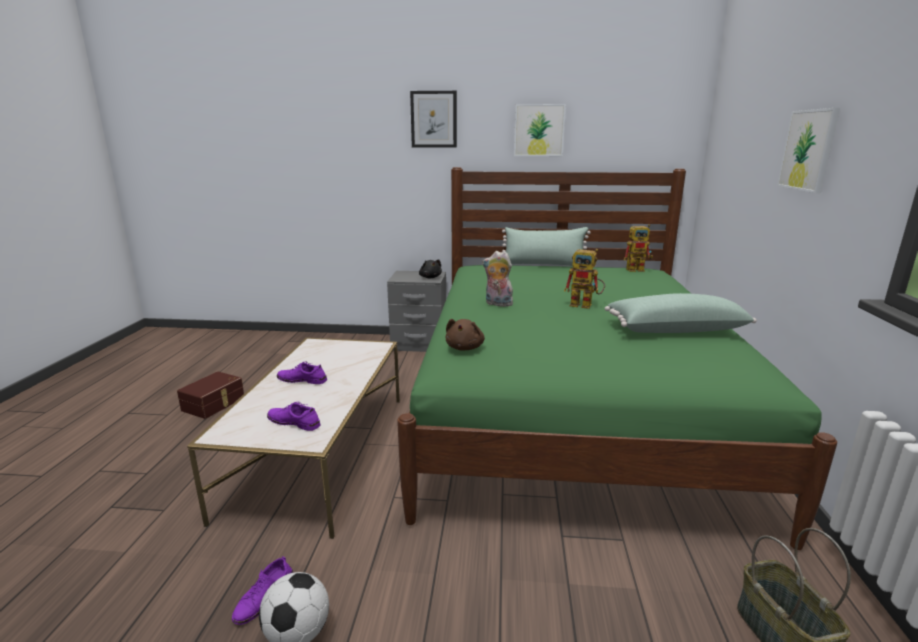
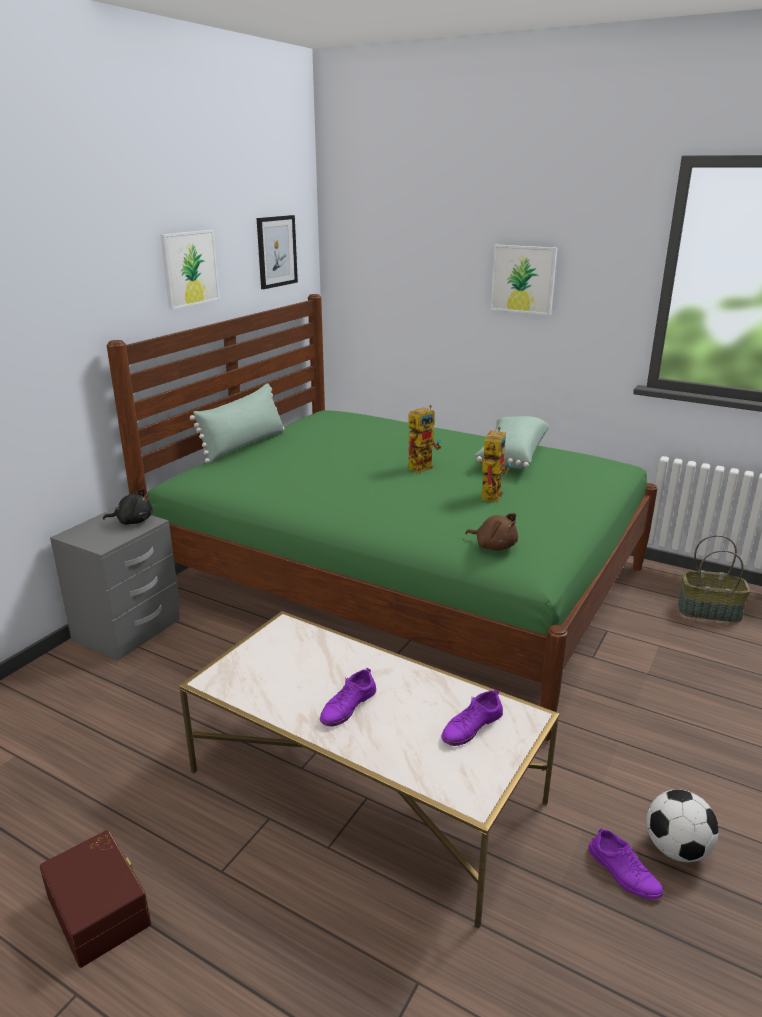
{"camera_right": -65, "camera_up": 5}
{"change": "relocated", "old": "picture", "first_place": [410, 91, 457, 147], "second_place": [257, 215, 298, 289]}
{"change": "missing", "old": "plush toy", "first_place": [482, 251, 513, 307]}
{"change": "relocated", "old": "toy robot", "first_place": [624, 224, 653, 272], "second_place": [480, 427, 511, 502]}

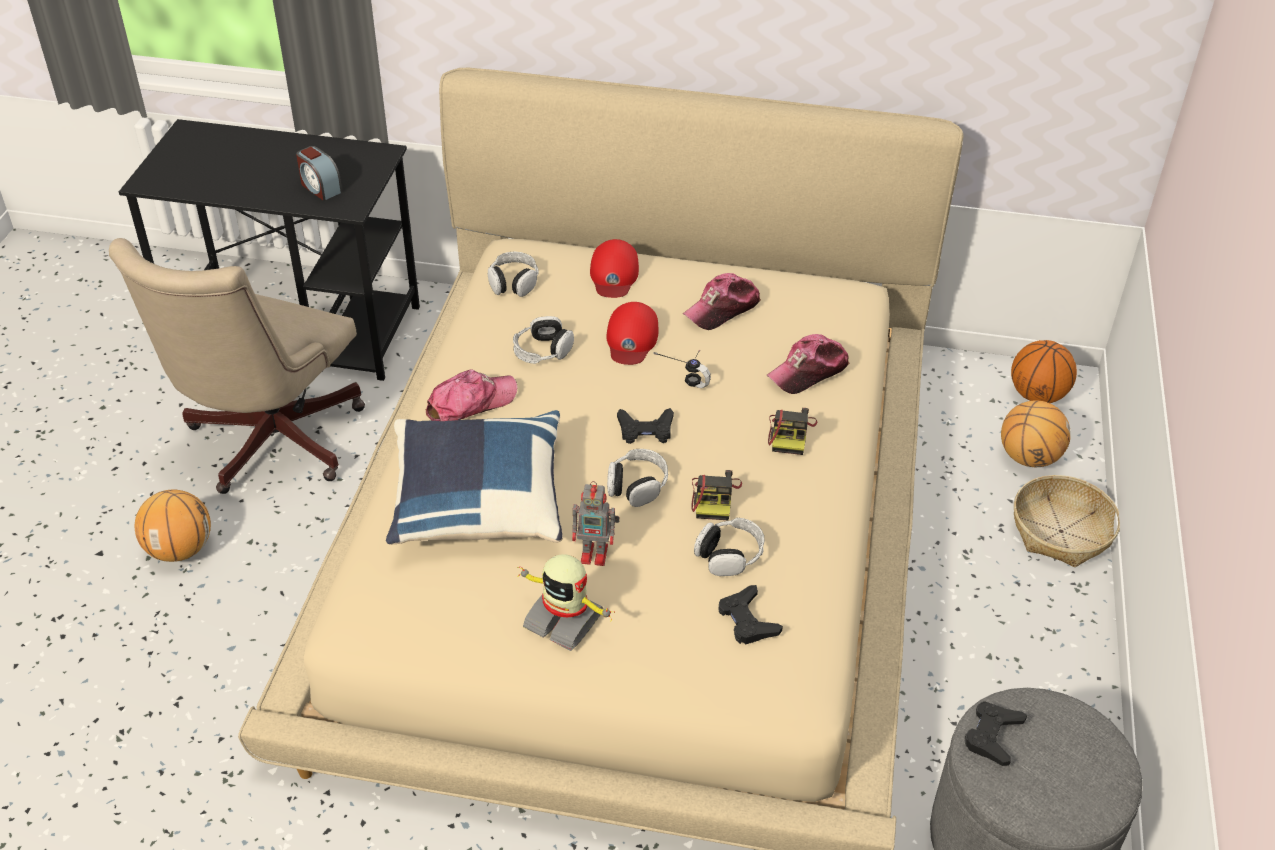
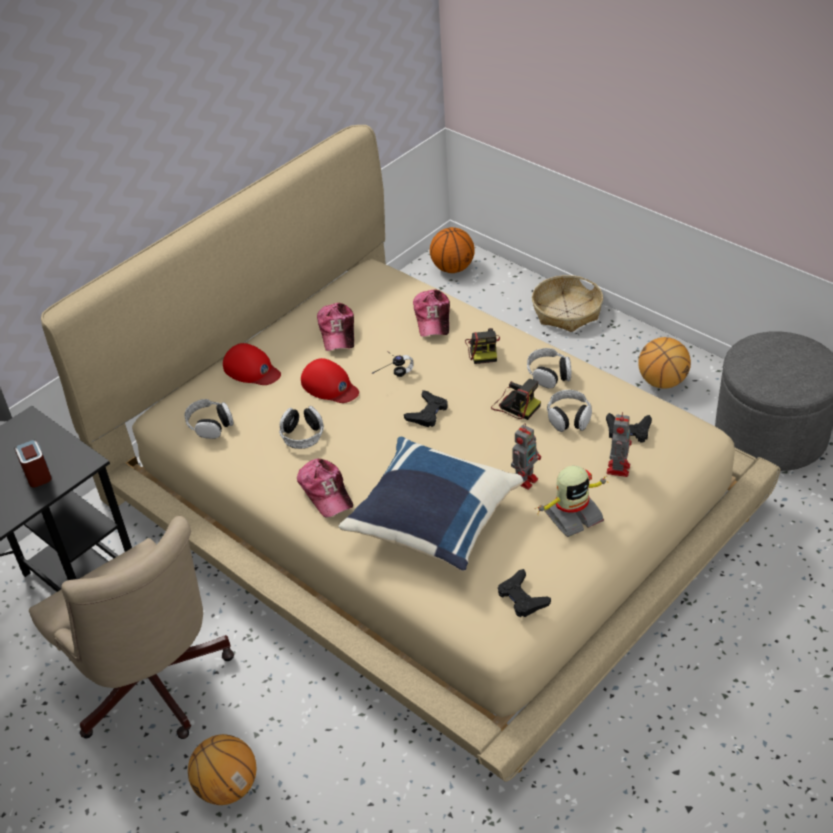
{"camera_right": -55, "camera_up": 0}
{"change": "spun", "old": "alarm clock", "first_place": [296, 146, 342, 201], "second_place": [14, 439, 51, 488], "degrees": -105}
{"change": "spun", "old": "cap", "first_place": [426, 369, 517, 421], "second_place": [297, 459, 353, 518], "degrees": 150}
{"change": "relocated", "old": "headphones", "first_place": [607, 449, 668, 507], "second_place": [527, 348, 571, 389]}
{"change": "spun", "old": "photo camera", "first_place": [768, 408, 817, 455], "second_place": [465, 328, 500, 364], "degrees": 45}
{"change": "relocated", "old": "game controller (black)", "first_place": [964, 701, 1027, 766], "second_place": [498, 569, 551, 617]}
{"change": "relocated", "old": "basketball", "first_place": [1001, 401, 1071, 467], "second_place": [638, 337, 691, 389]}
{"change": "appeared", "new": "toy robot", "second_place": [607, 412, 632, 477]}

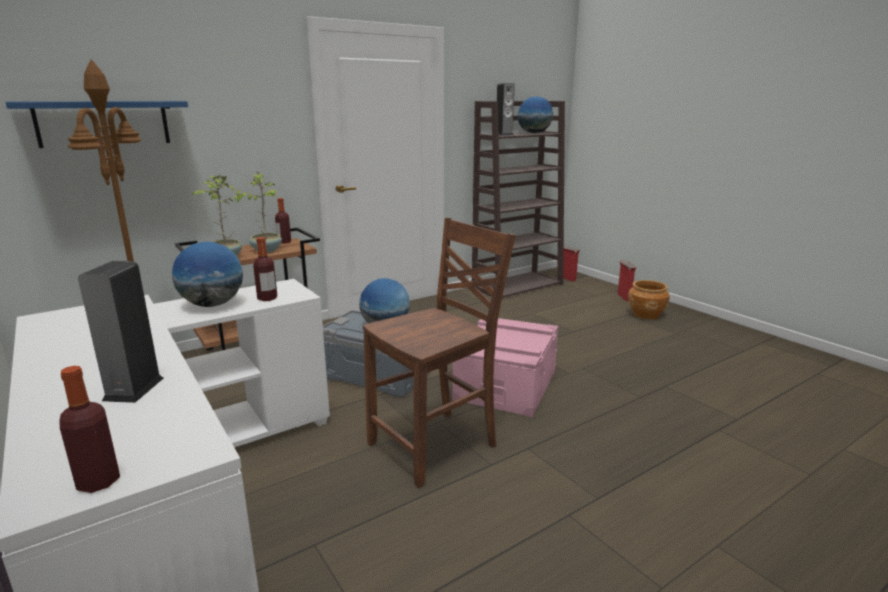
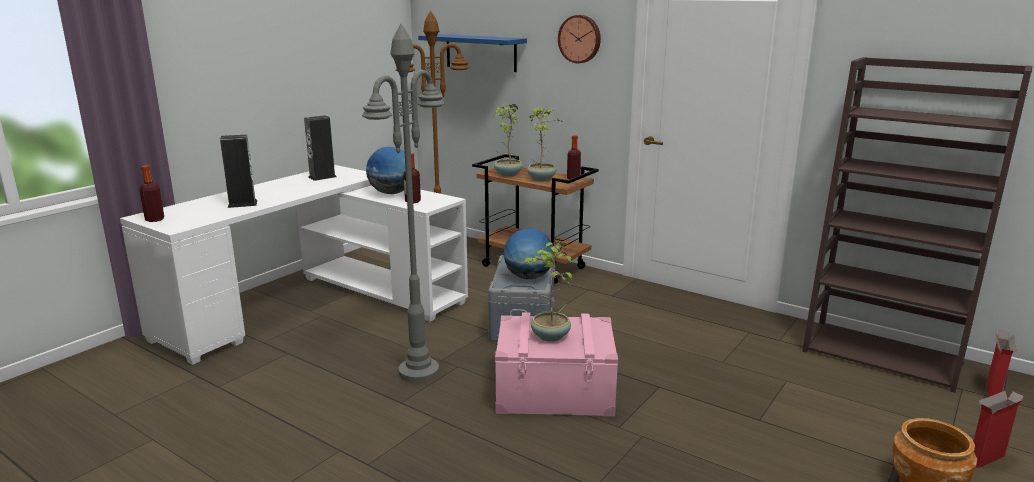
{"camera_right": 70, "camera_up": 0}
{"change": "exchanged", "old": "chair (brown)", "new": "floor lamp (grey)", "first_place": [363, 218, 516, 488], "second_place": [362, 24, 445, 383]}
{"change": "relocated", "old": "speaker", "first_place": [497, 83, 515, 136], "second_place": [304, 115, 337, 181]}
{"change": "missing", "old": "globe", "first_place": [517, 96, 553, 134]}
{"change": "appeared", "new": "potted plant", "second_place": [523, 240, 572, 342]}
{"change": "appeared", "new": "wall clock", "second_place": [558, 15, 601, 63]}

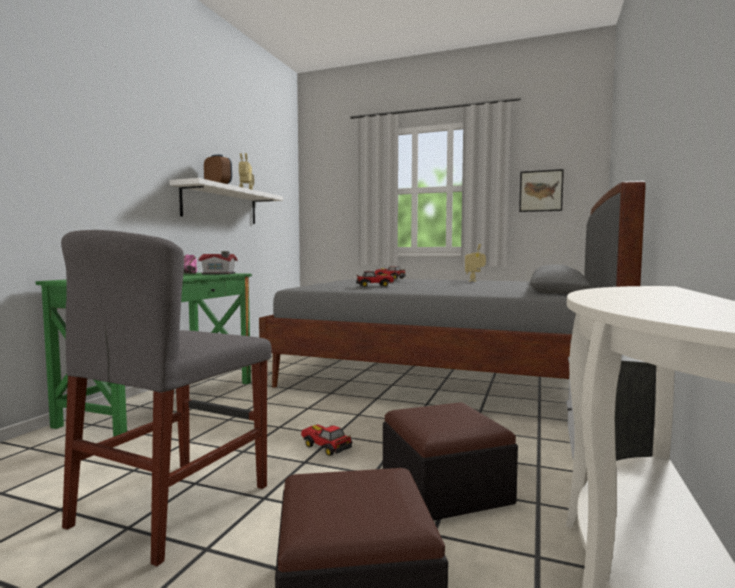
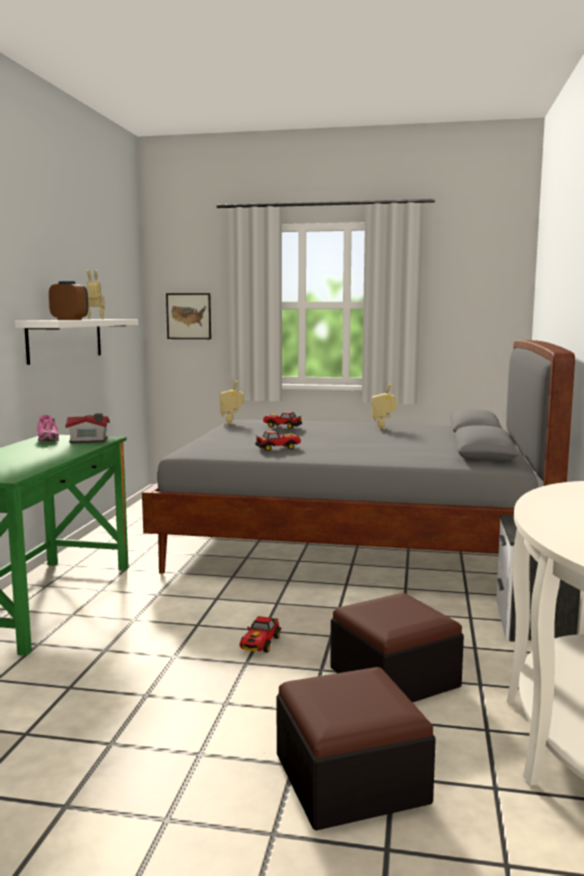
{"camera_right": -10, "camera_up": 5}
{"change": "missing", "old": "chair (grey)", "first_place": [61, 230, 272, 566]}
{"change": "spun", "old": "toy car", "first_place": [301, 424, 353, 456], "second_place": [240, 616, 282, 653], "degrees": -105}
{"change": "relocated", "old": "picture", "first_place": [519, 169, 564, 212], "second_place": [166, 293, 211, 339]}
{"change": "appeared", "new": "toy robot", "second_place": [220, 380, 244, 424]}

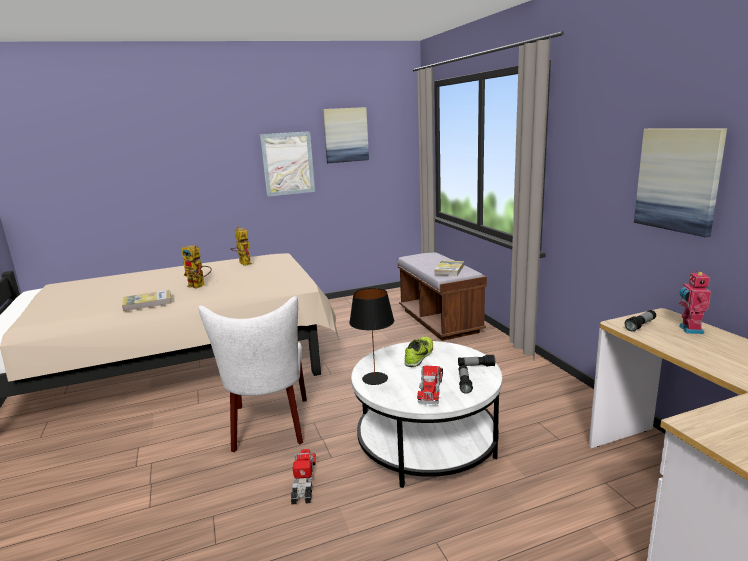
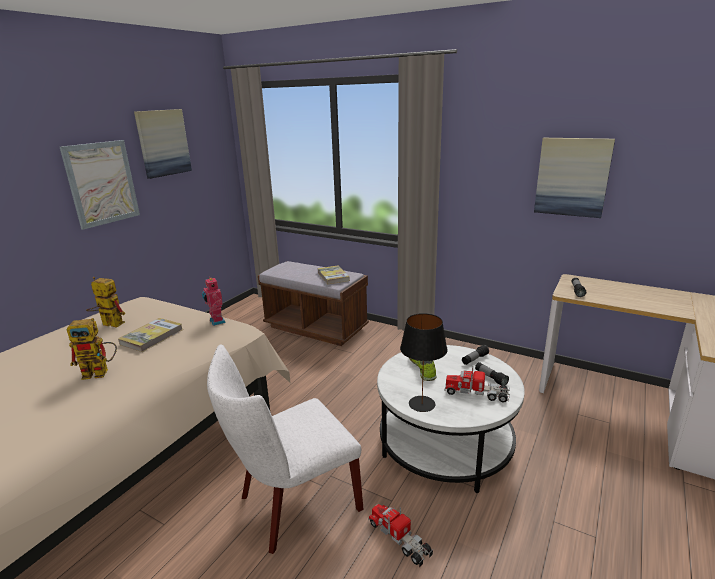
{"camera_right": -40, "camera_up": 5}
{"change": "relocated", "old": "book", "first_place": [122, 290, 172, 312], "second_place": [118, 318, 183, 352]}
{"change": "spun", "old": "chair (white)", "first_place": [198, 296, 307, 452], "second_place": [207, 344, 364, 554], "degrees": 105}
{"change": "spun", "old": "toy truck", "first_place": [417, 365, 443, 405], "second_place": [445, 366, 510, 403], "degrees": 135}
{"change": "relocated", "old": "toy robot", "first_place": [679, 272, 711, 334], "second_place": [202, 277, 226, 326]}

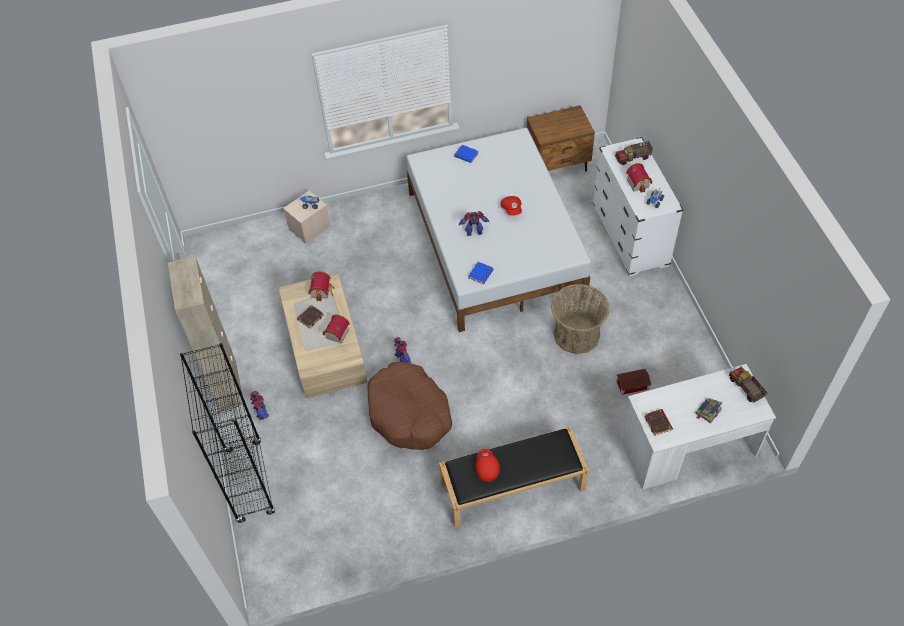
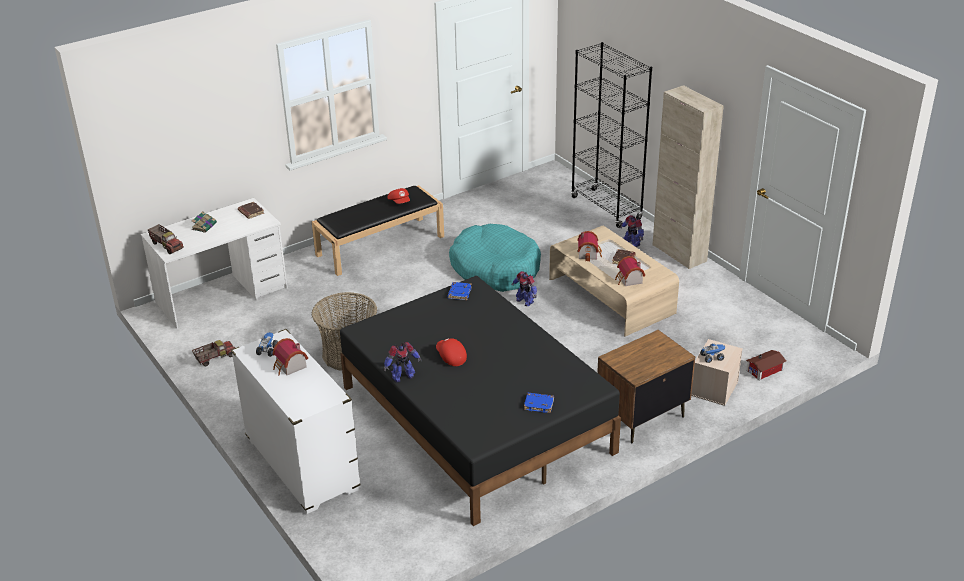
{"camera_right": 160, "camera_up": -20}
{"change": "colour", "old": "dog bed (brown)", "new": "dog bed (turquoise)", "first_place": [368, 362, 452, 450], "second_place": [449, 224, 541, 292]}
{"change": "colour", "old": "bed (white)", "new": "bed (black)", "first_place": [407, 128, 591, 332], "second_place": [340, 276, 621, 526]}
{"change": "relocated", "old": "toy robot", "first_place": [459, 211, 489, 236], "second_place": [384, 342, 422, 382]}
{"change": "relocated", "old": "nightstand (brown)", "first_place": [526, 105, 595, 172], "second_place": [597, 330, 695, 443]}
{"change": "relocated", "old": "toy truck", "first_place": [615, 141, 653, 165], "second_place": [192, 340, 235, 366]}
{"change": "relocated", "old": "toy house", "first_place": [616, 369, 651, 395], "second_place": [746, 350, 786, 380]}

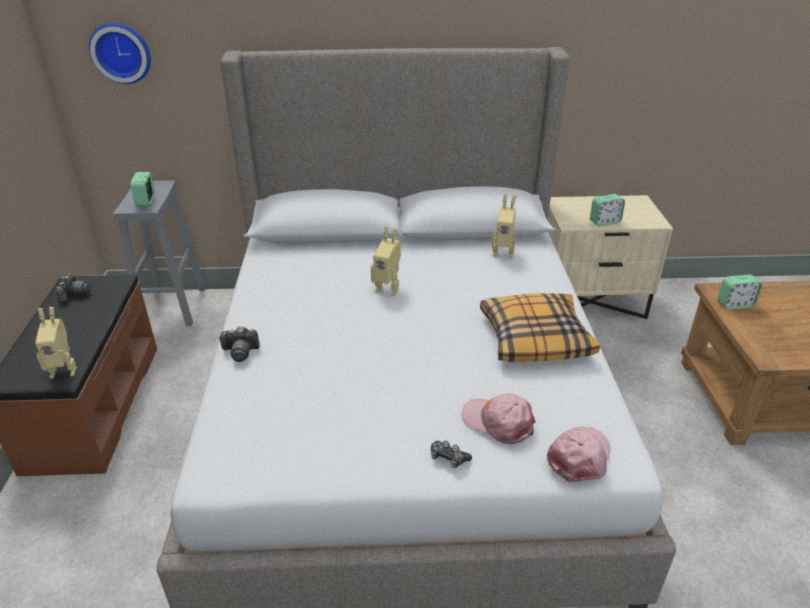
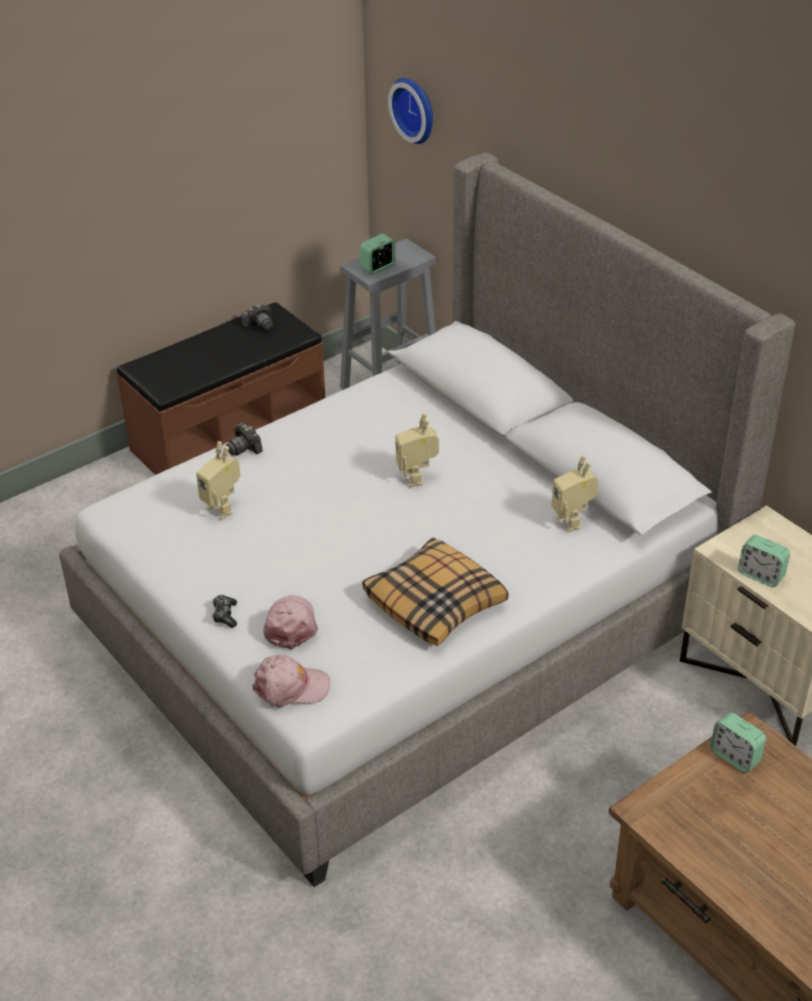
{"camera_right": 55, "camera_up": 5}
{"change": "relocated", "old": "toy robot", "first_place": [35, 307, 77, 379], "second_place": [196, 441, 240, 520]}

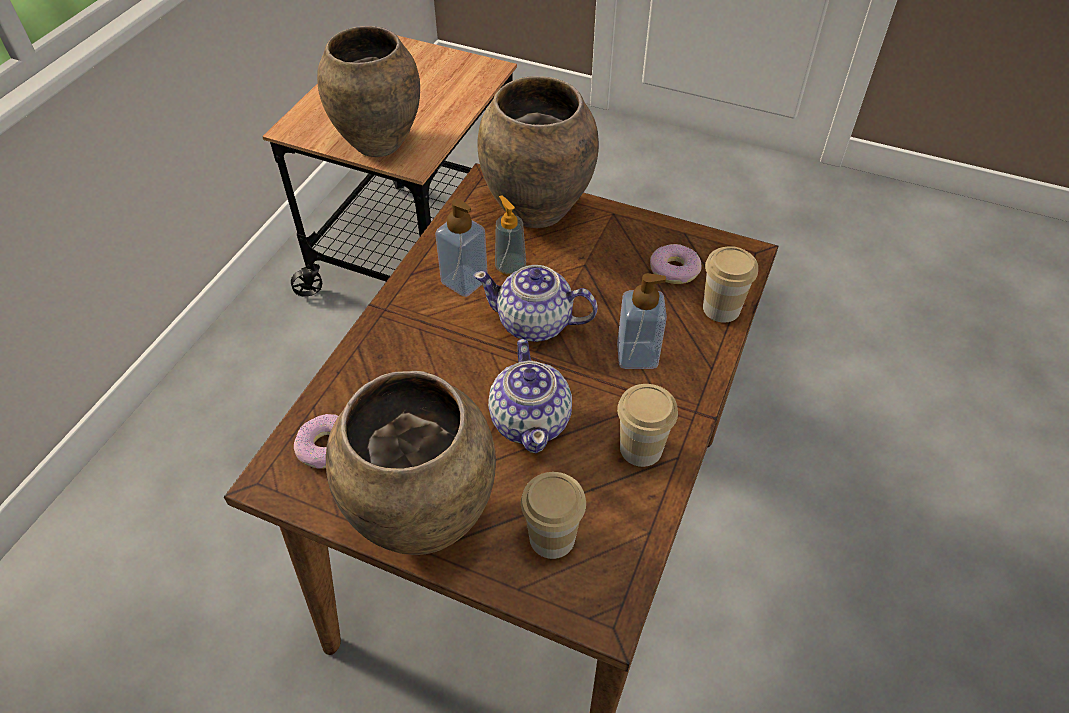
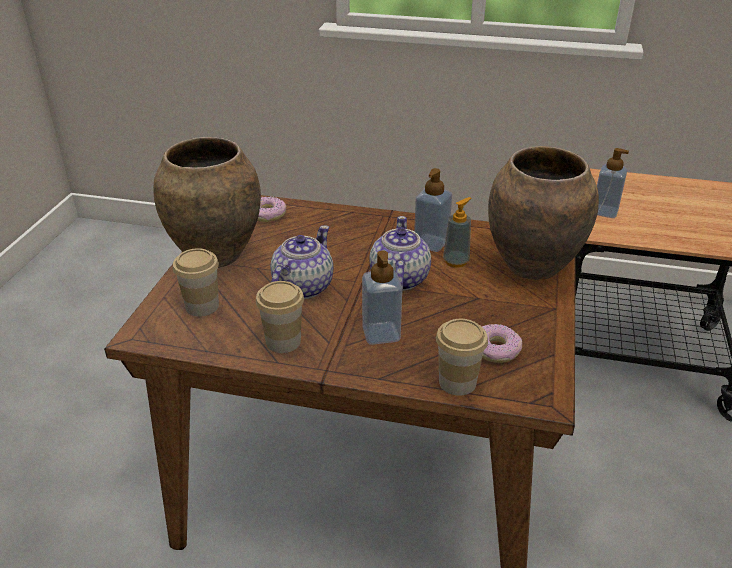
{"camera_right": 80, "camera_up": -15}
{"change": "exchanged", "old": "vase (brown)", "new": "soap dispenser", "first_place": [317, 26, 420, 157], "second_place": [597, 148, 629, 218]}
{"change": "spun", "old": "teapot", "first_place": [488, 339, 572, 454], "second_place": [270, 225, 333, 299], "degrees": 135}

